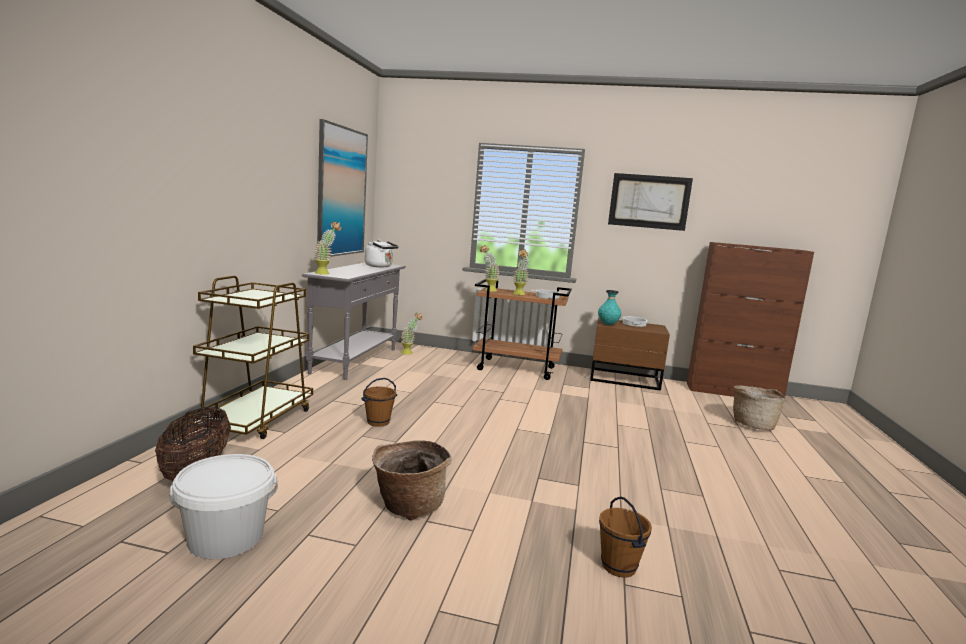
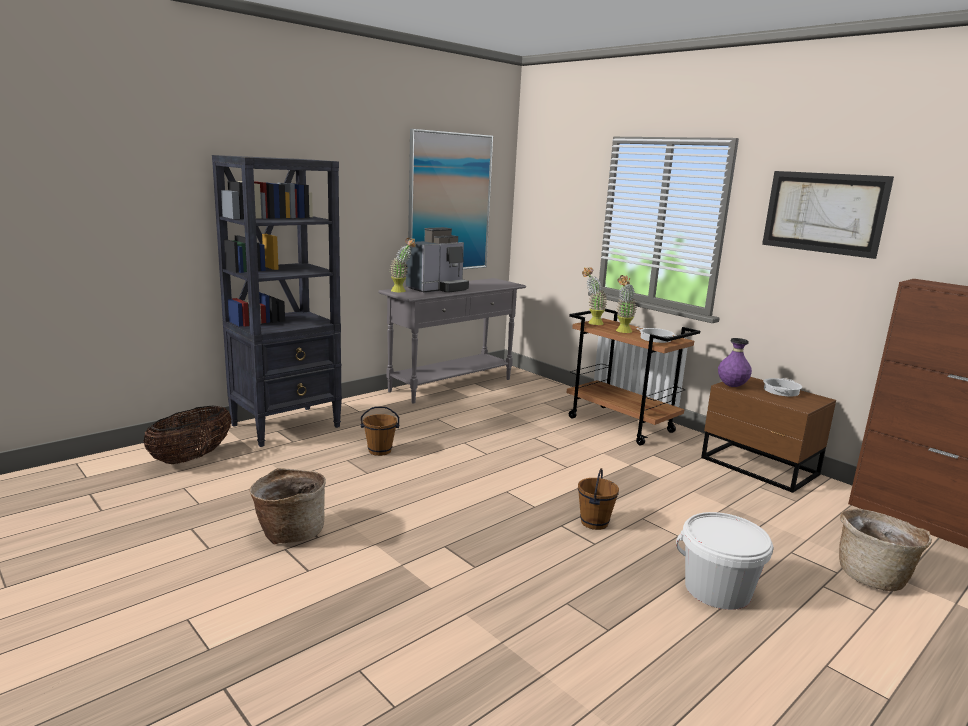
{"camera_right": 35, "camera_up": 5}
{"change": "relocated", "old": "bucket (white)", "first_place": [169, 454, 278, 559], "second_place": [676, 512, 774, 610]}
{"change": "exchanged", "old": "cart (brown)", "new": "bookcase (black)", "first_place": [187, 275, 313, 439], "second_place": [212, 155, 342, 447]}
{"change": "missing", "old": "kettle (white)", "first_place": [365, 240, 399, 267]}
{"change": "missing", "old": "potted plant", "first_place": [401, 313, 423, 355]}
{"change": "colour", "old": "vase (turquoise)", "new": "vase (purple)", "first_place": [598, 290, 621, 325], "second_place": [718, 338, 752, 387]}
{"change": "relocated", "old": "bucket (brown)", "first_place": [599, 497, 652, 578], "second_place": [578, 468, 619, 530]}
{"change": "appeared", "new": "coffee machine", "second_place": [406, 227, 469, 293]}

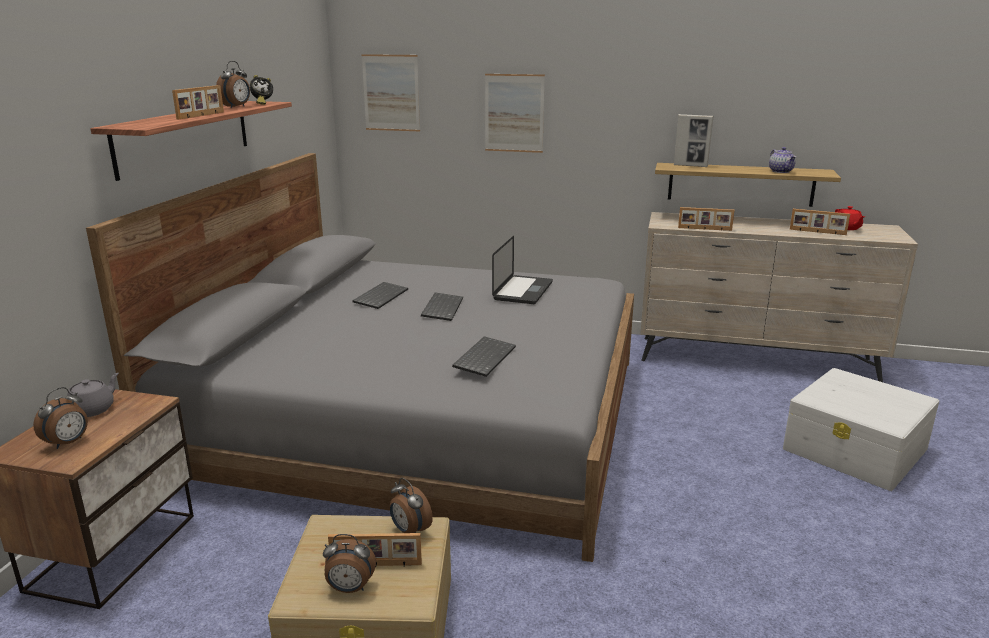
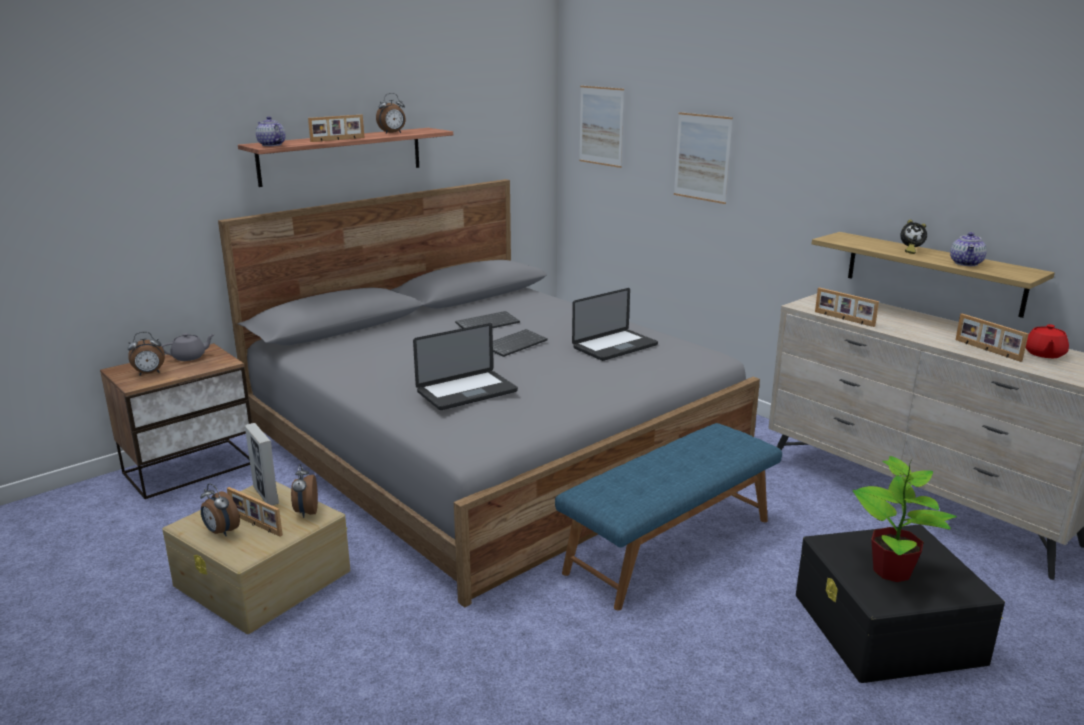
{"camera_right": 35, "camera_up": 0}
{"change": "relocated", "old": "alarm clock", "first_place": [250, 75, 273, 105], "second_place": [900, 220, 927, 254]}
{"change": "exchanged", "old": "keyboard", "new": "laptop", "first_place": [452, 336, 516, 377], "second_place": [413, 323, 518, 410]}
{"change": "relocated", "old": "picture frame", "first_place": [674, 114, 714, 167], "second_place": [245, 423, 279, 506]}
{"change": "colour", "old": "storage box (white)", "new": "storage box (black)", "first_place": [783, 368, 939, 491], "second_place": [796, 524, 1005, 683]}
{"change": "appeared", "new": "teapot", "second_place": [256, 116, 286, 146]}
{"change": "appeared", "new": "bench (blue)", "second_place": [555, 423, 782, 611]}
{"change": "appeared", "new": "potted plant", "second_place": [853, 456, 957, 582]}

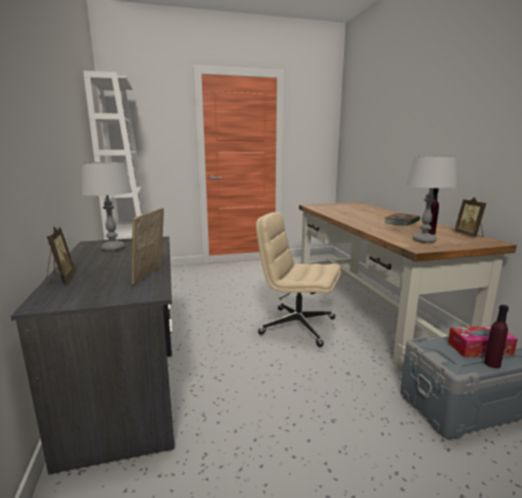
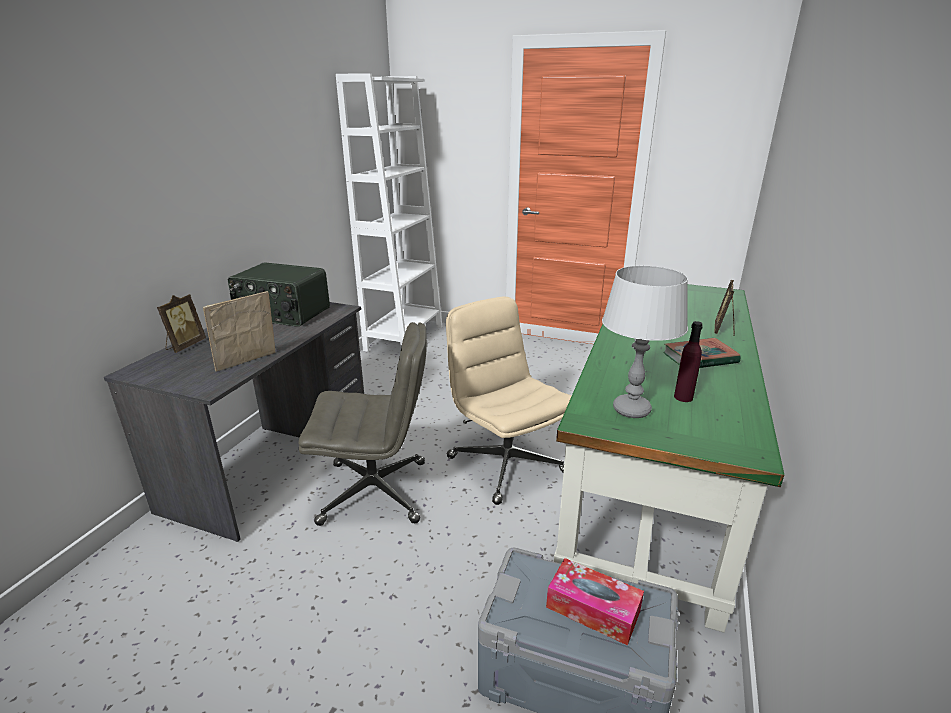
{"camera_right": 35, "camera_up": 10}
{"change": "exchanged", "old": "table lamp (grey)", "new": "radio", "first_place": [80, 162, 132, 251], "second_place": [228, 263, 330, 327]}
{"change": "colour", "old": "desk (brown)", "new": "desk (green)", "first_place": [299, 202, 517, 370], "second_place": [554, 284, 784, 633]}
{"change": "relocated", "old": "picture frame", "first_place": [454, 197, 486, 237], "second_place": [714, 280, 735, 336]}
{"change": "missing", "old": "bottle (purple)", "first_place": [484, 305, 509, 368]}
{"change": "appeared", "new": "office chair (grey)", "second_place": [298, 322, 427, 526]}

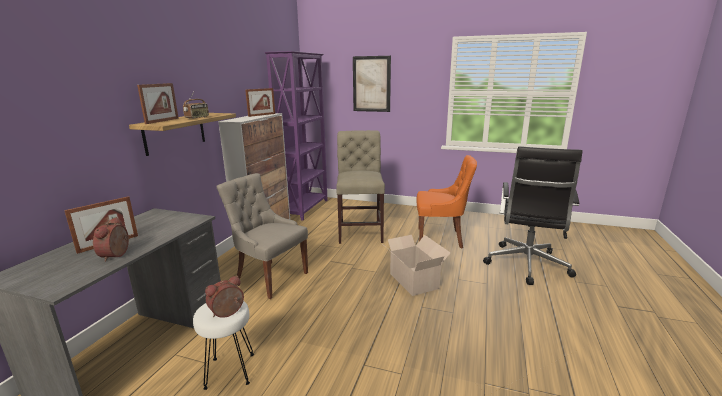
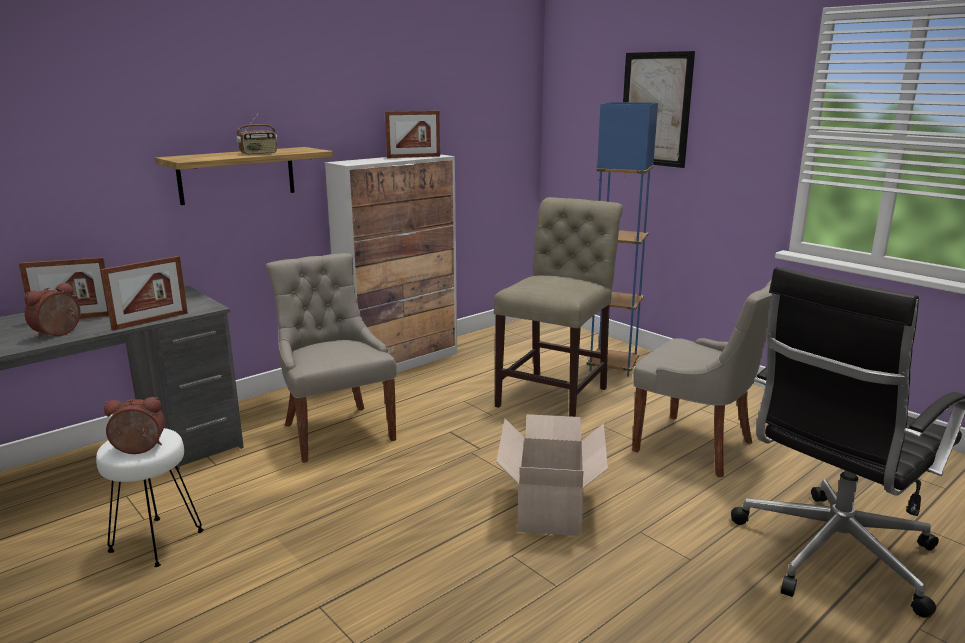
{"camera_right": 30, "camera_up": 0}
{"change": "relocated", "old": "picture frame", "first_place": [137, 83, 179, 124], "second_place": [101, 256, 188, 331]}
{"change": "missing", "old": "bookcase (purple)", "first_place": [265, 51, 328, 220]}
{"change": "colour", "old": "chair (orange)", "new": "chair (grey)", "first_place": [417, 155, 477, 248], "second_place": [632, 280, 772, 477]}
{"change": "appeared", "new": "floor lamp (blue)", "second_place": [587, 102, 658, 377]}

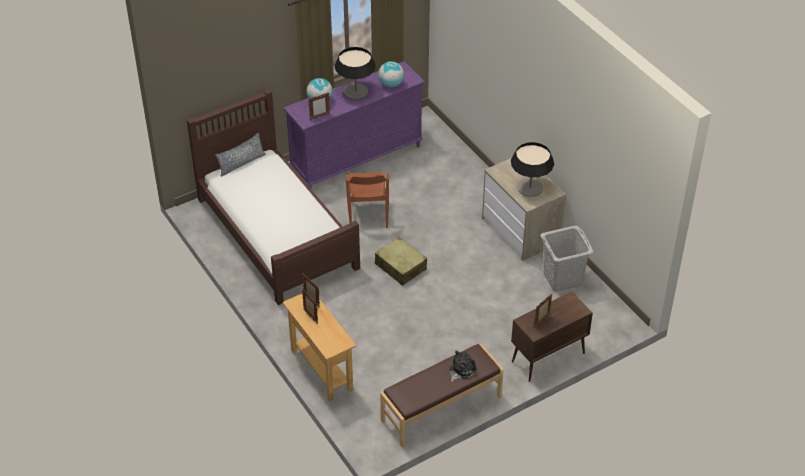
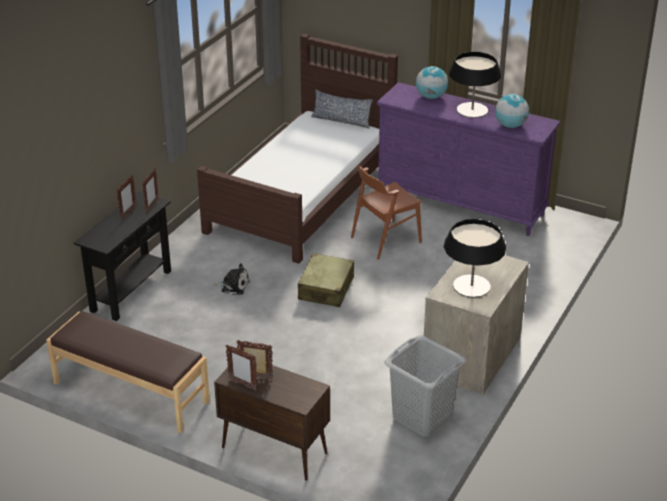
{"camera_right": 60, "camera_up": -10}
{"change": "colour", "old": "console table (beige)", "new": "console table (black)", "first_place": [283, 294, 356, 401], "second_place": [74, 191, 171, 321]}
{"change": "relocated", "old": "picture frame", "first_place": [308, 93, 330, 120], "second_place": [226, 344, 258, 391]}
{"change": "relocated", "old": "plush toy", "first_place": [449, 351, 477, 382], "second_place": [213, 263, 250, 295]}

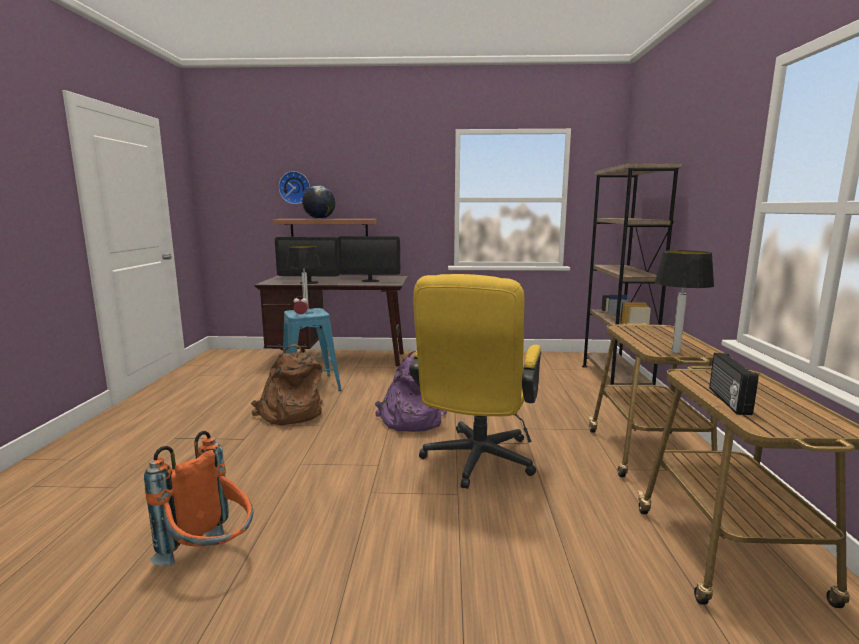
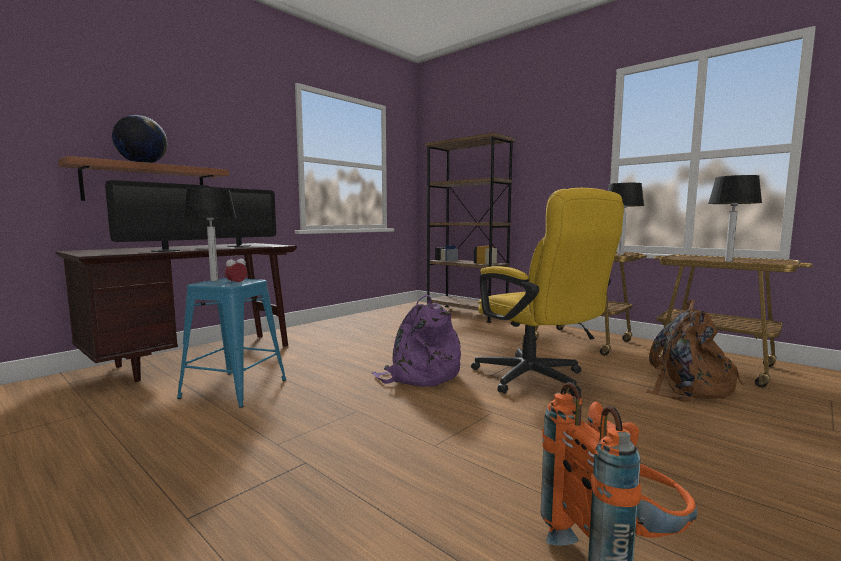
{"camera_right": -50, "camera_up": -5}
{"change": "relocated", "old": "backpack (brown)", "first_place": [251, 344, 323, 425], "second_place": [646, 299, 744, 402]}
{"change": "missing", "old": "wall clock", "first_place": [279, 171, 310, 204]}
{"change": "exchanged", "old": "radio", "new": "table lamp", "first_place": [709, 353, 759, 415], "second_place": [708, 175, 762, 262]}

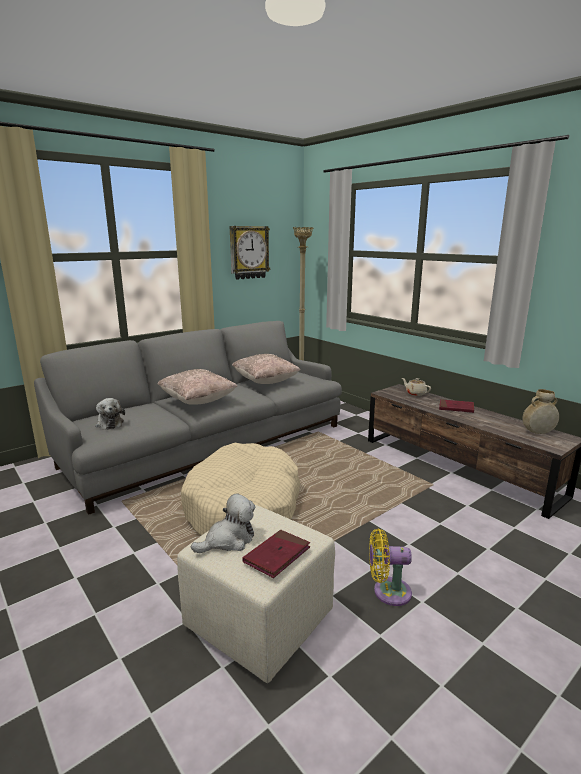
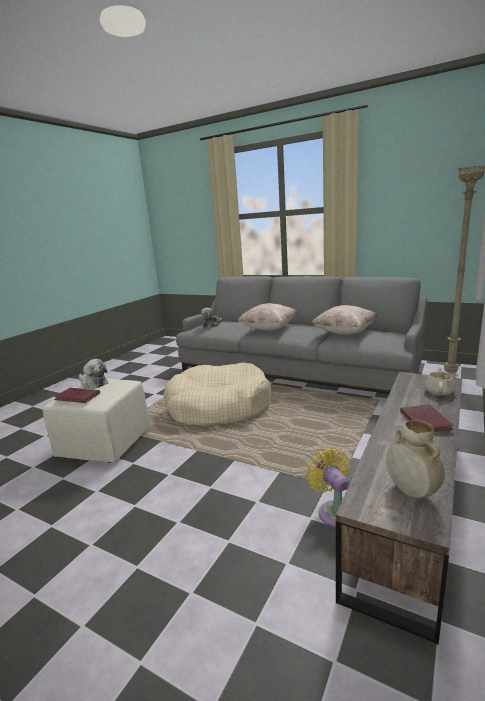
{"camera_right": 70, "camera_up": 0}
{"change": "missing", "old": "wall clock", "first_place": [230, 226, 270, 280]}
{"change": "relocated", "old": "fan (yellow)", "first_place": [369, 529, 412, 606], "second_place": [306, 448, 350, 527]}

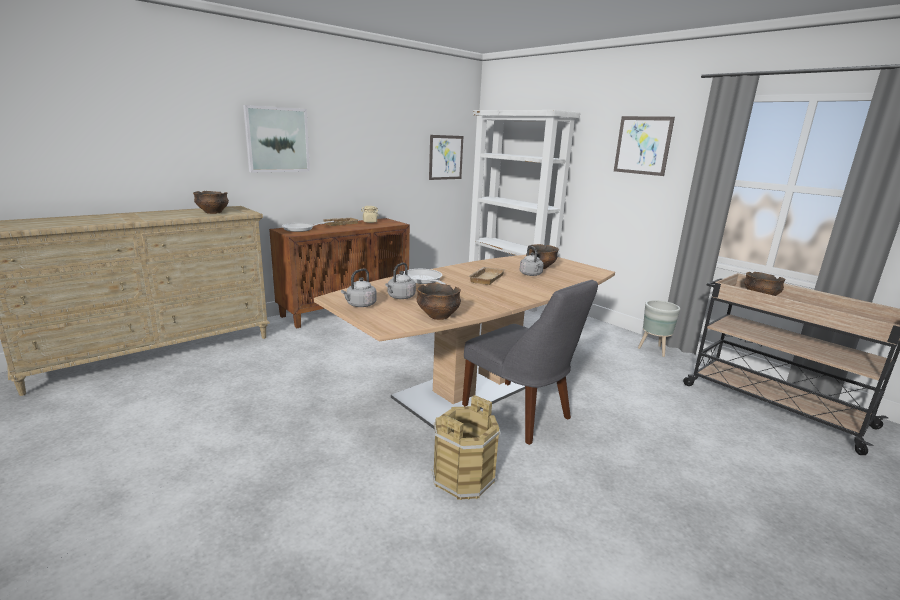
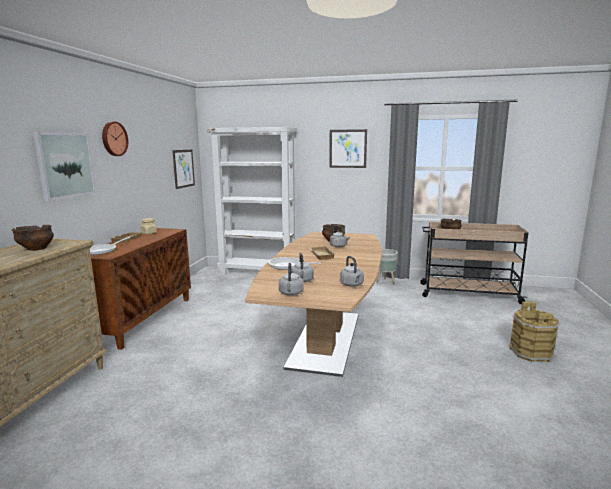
{"camera_right": -35, "camera_up": -5}
{"change": "exchanged", "old": "bowl", "new": "kettle (grey)", "first_place": [416, 283, 461, 320], "second_place": [340, 256, 364, 286]}
{"change": "relocated", "old": "bucket (brown)", "first_place": [432, 395, 501, 500], "second_place": [509, 301, 559, 362]}
{"change": "missing", "old": "chair (grey)", "first_place": [462, 280, 598, 445]}
{"change": "appeared", "new": "wall clock", "second_place": [102, 122, 128, 156]}

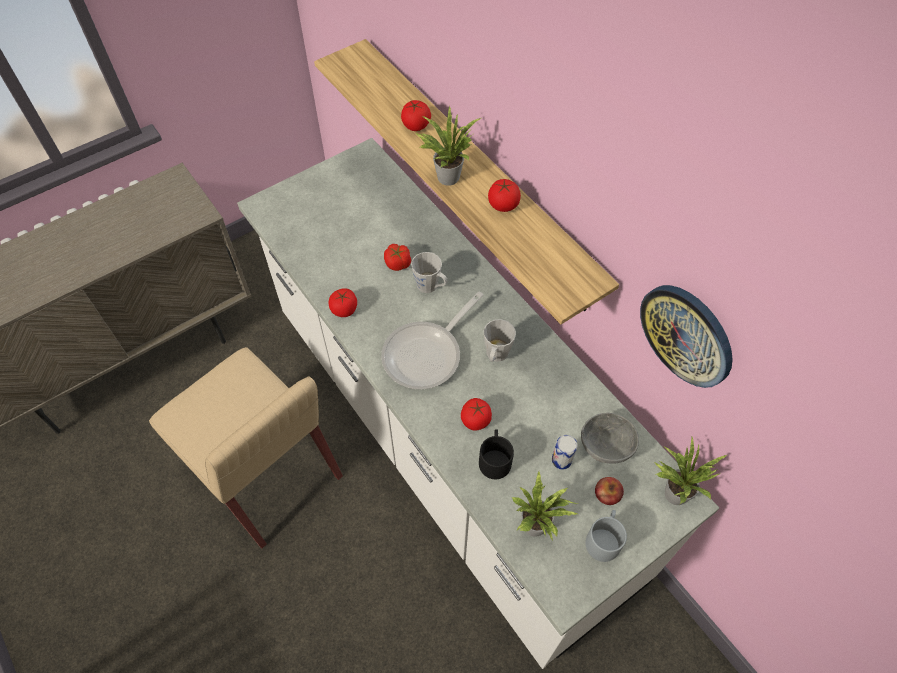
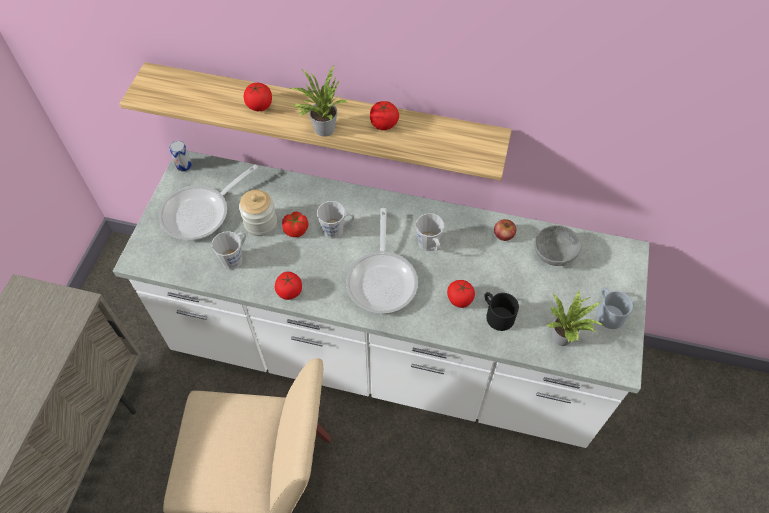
{"camera_right": -40, "camera_up": 0}
{"change": "relocated", "old": "can", "first_place": [552, 435, 578, 470], "second_place": [169, 141, 192, 172]}
{"change": "relocated", "old": "apple", "first_place": [595, 477, 624, 505], "second_place": [494, 219, 516, 241]}
{"change": "missing", "old": "wall clock", "first_place": [640, 285, 733, 388]}
{"change": "missing", "old": "potted plant", "first_place": [655, 437, 727, 505]}
{"change": "appeared", "new": "frying pan", "second_place": [159, 164, 258, 240]}
{"change": "appeared", "new": "mug (grey)", "second_place": [212, 231, 246, 270]}
{"change": "appeared", "new": "jar", "second_place": [239, 190, 277, 236]}

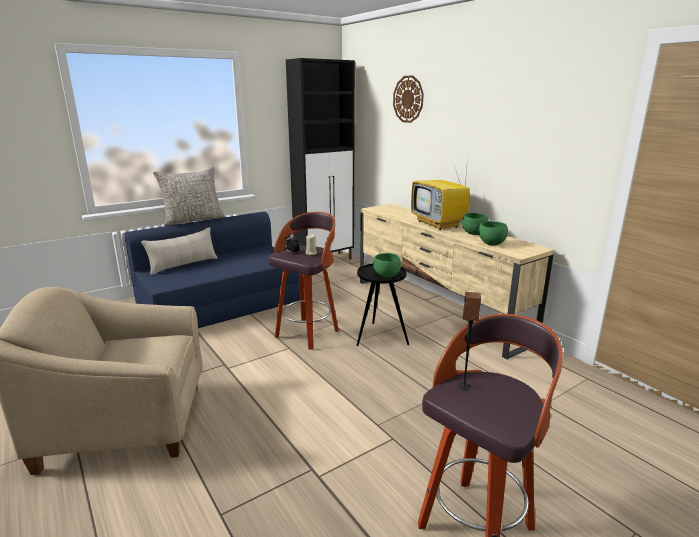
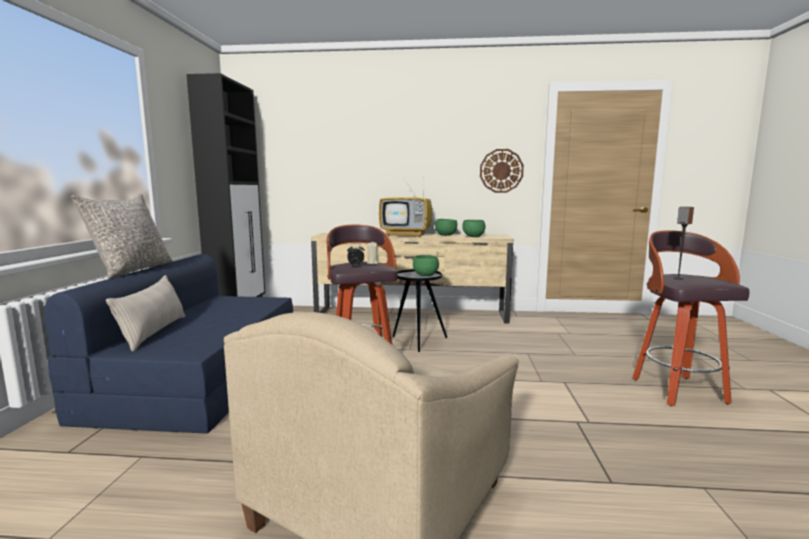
{"camera_right": -50, "camera_up": -10}
{"change": "relocated", "old": "wall clock", "first_place": [393, 75, 424, 123], "second_place": [480, 149, 524, 193]}

